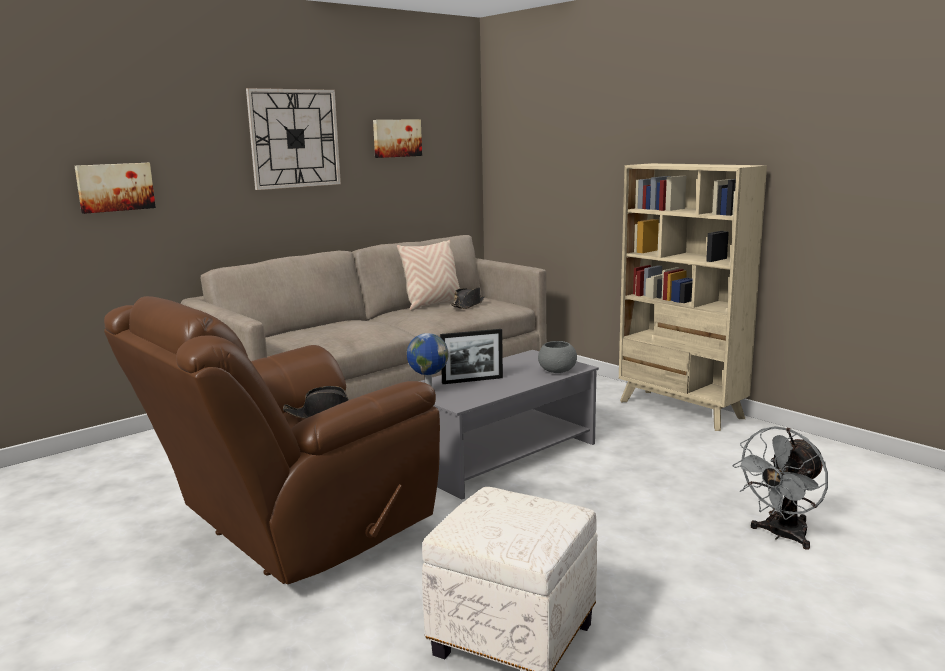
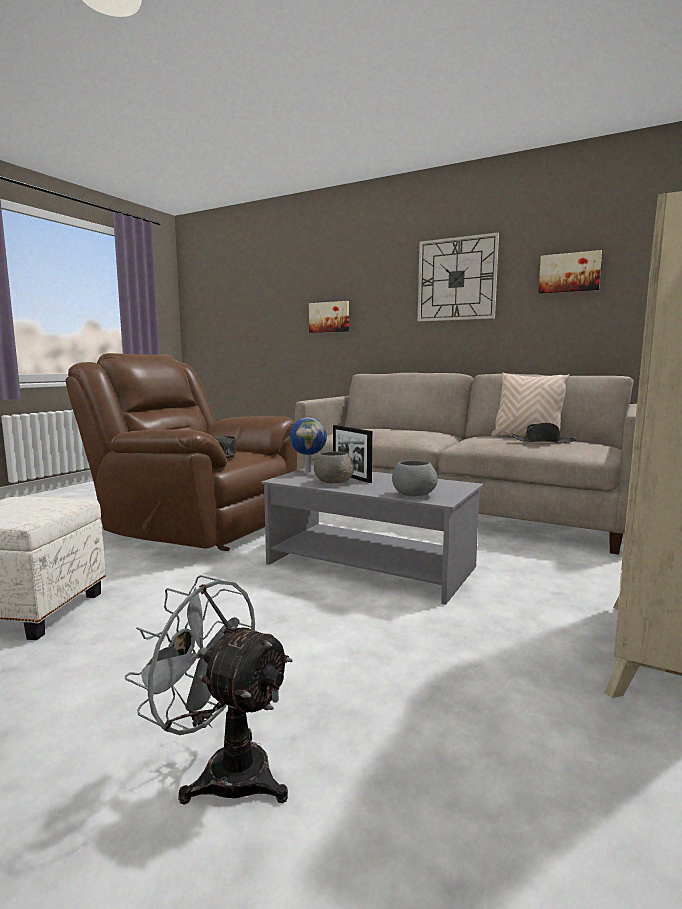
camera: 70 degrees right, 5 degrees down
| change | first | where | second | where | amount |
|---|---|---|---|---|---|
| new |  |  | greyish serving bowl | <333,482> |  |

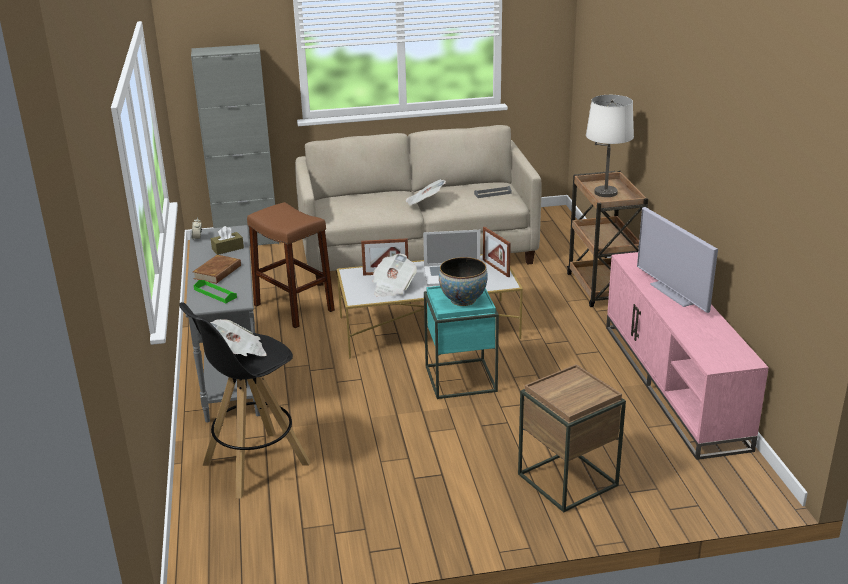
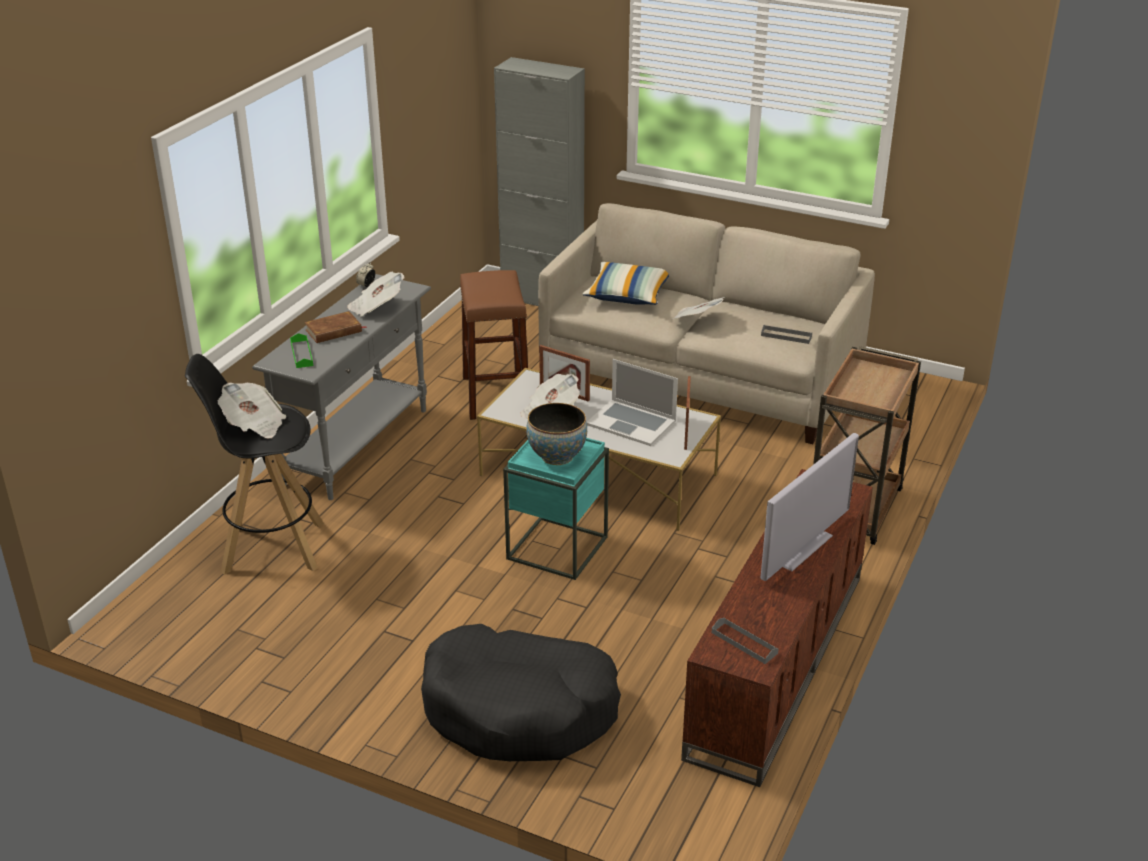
camera: 35 degrees right, 5 degrees up
| change | first | where | second | where | amount |
|---|---|---|---|---|---|
| gone | white-coloured tabletop lamp | <606,192> |  |  |  |
| rotated | TV | <674,293> |  | <801,548> | 150 degrees counterclockwise |
| swapped | brown box of tissues | <227,248> | daily paper | <376,307> |  |
| repainted | pink media console | <674,384> | brown media console | <778,664> |  |
| swapped | brown end table | <567,480> | black pet bed | <519,710> |  |
| new |  |  | throw pillow | <628,295> |  |
| new |  |  | greyish tray | <744,643> |  |

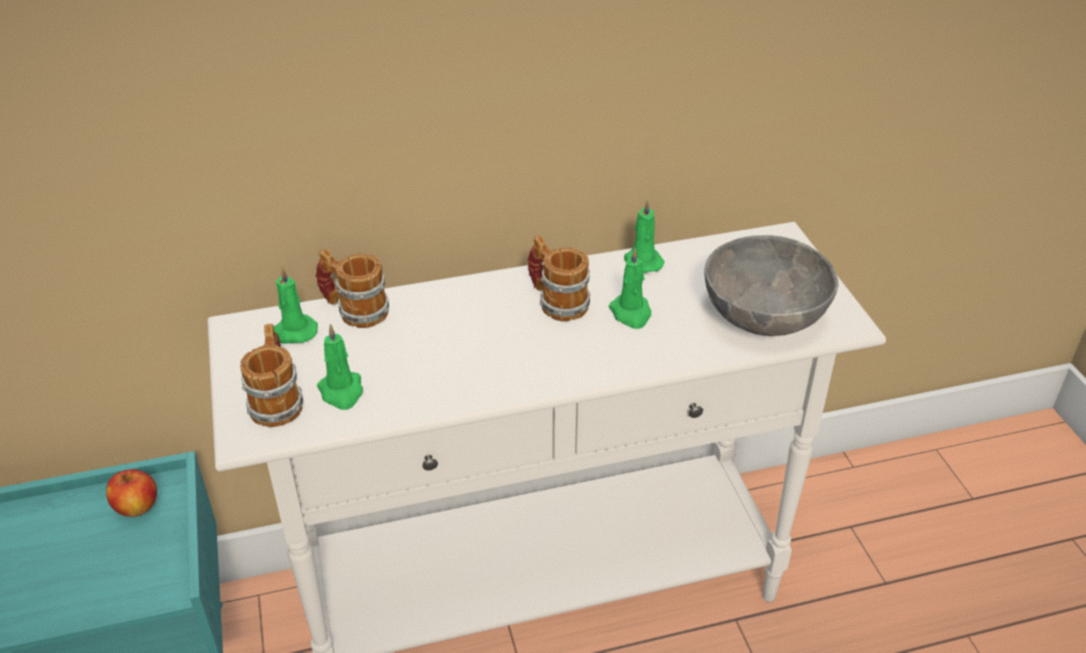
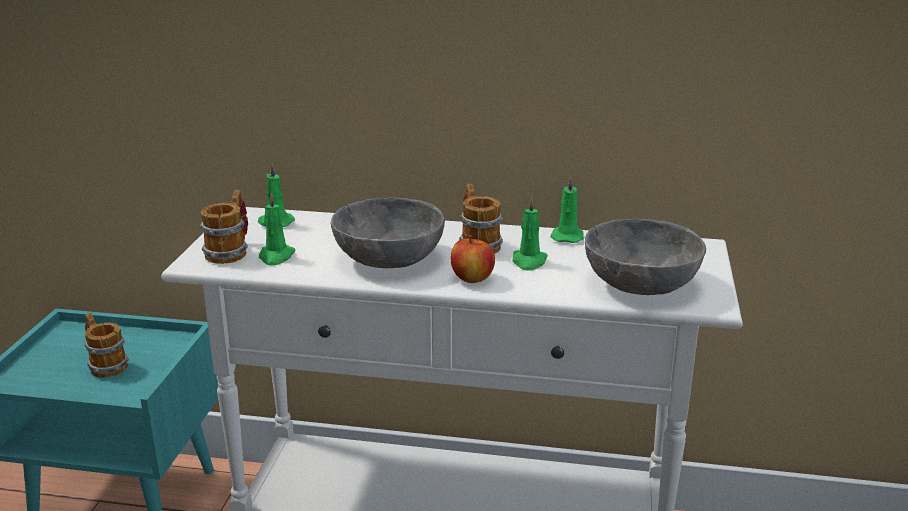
camera: 25 degrees right, 15 degrees down
| change | first | where | second | where | amount |
|---|---|---|---|---|---|
| shifted | coffee mug | <354,310> |  | <105,365> |  |
| shifted | apple fruit | <137,507> |  | <472,279> |  |
| new |  |  | greyish serving bowl | <388,259> |  |

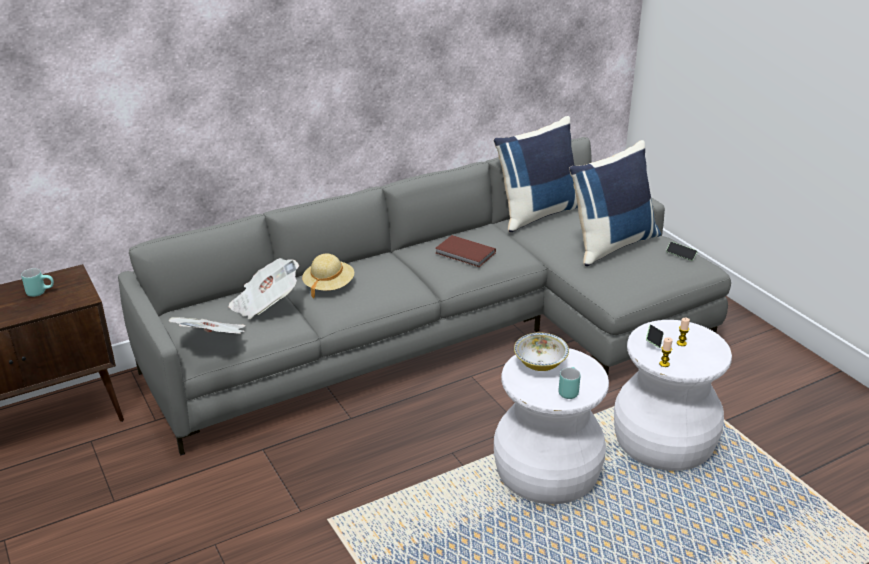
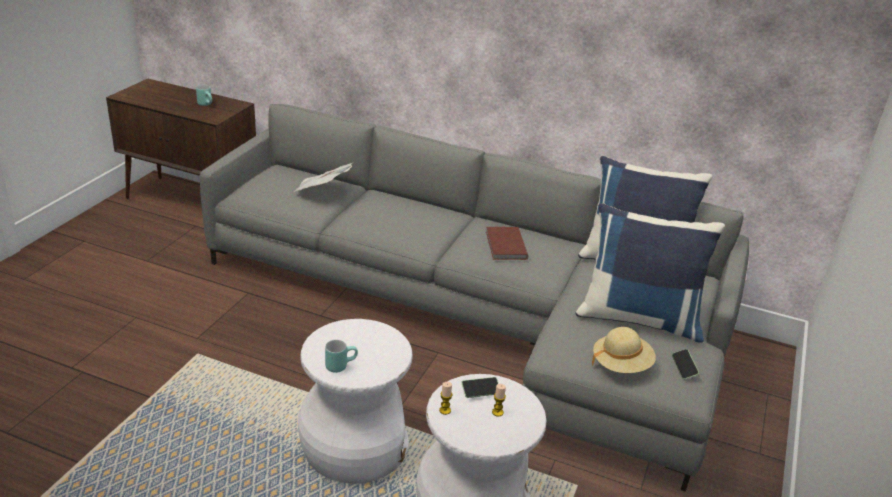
camera: 50 degrees right, 0 degrees up
| change | first | where | second | where | amount |
|---|---|---|---|---|---|
| shifted | beige-coloured wearable hat | <329,286> |  | <621,365> |  |
| gone | daily paper | <213,341> |  |  |  |
| gone | serving bowl | <540,363> |  |  |  |

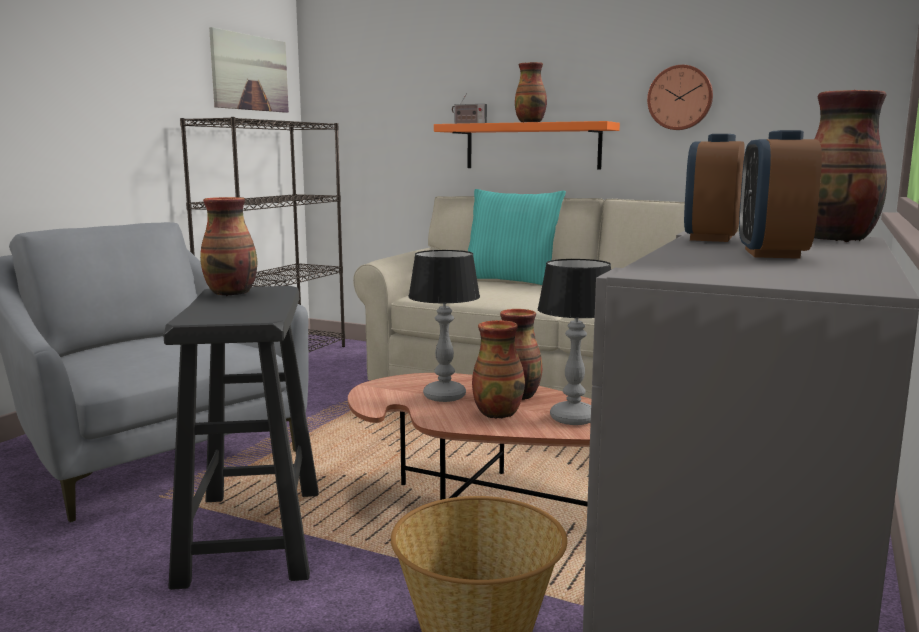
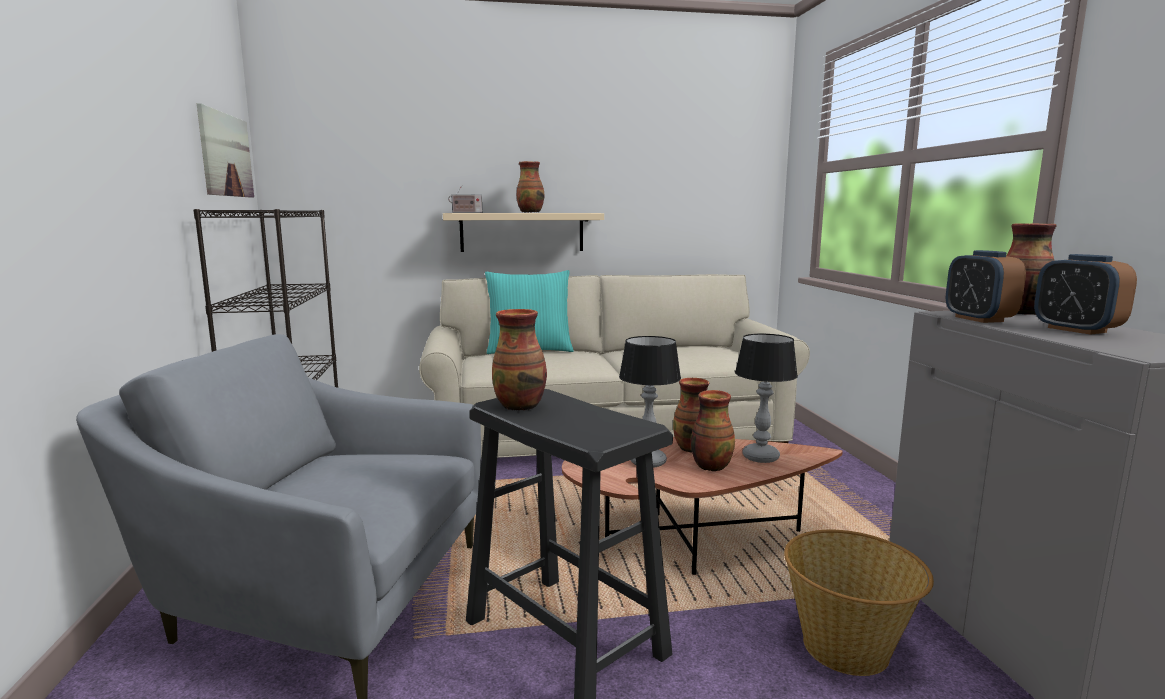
camera: 35 degrees left, 0 degrees up
| change | first | where | second | where | amount |
|---|---|---|---|---|---|
| gone | hanging clock | <680,98> |  |  |  |
| repainted | orangey bracket shelf | <532,146> | beige-coloured bracket shelf | <522,232> |  |

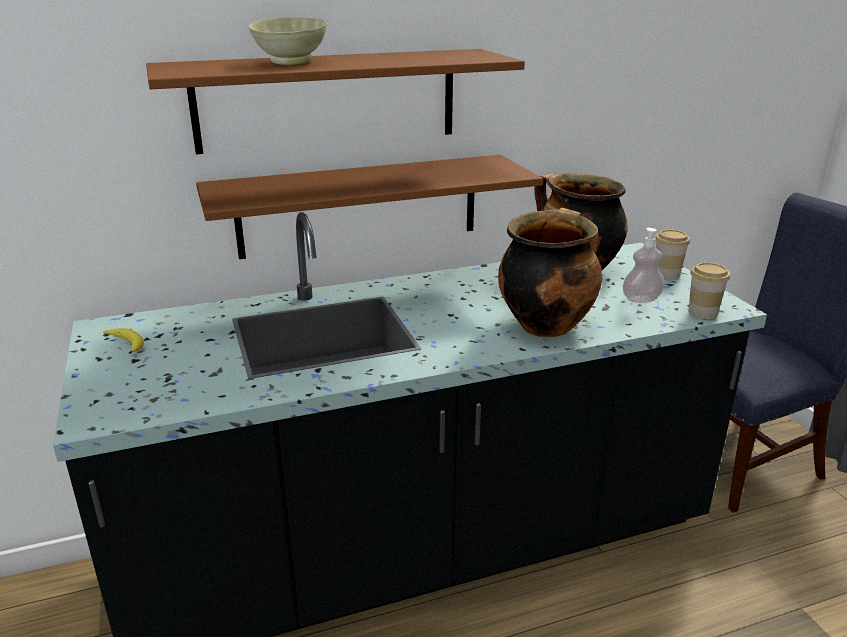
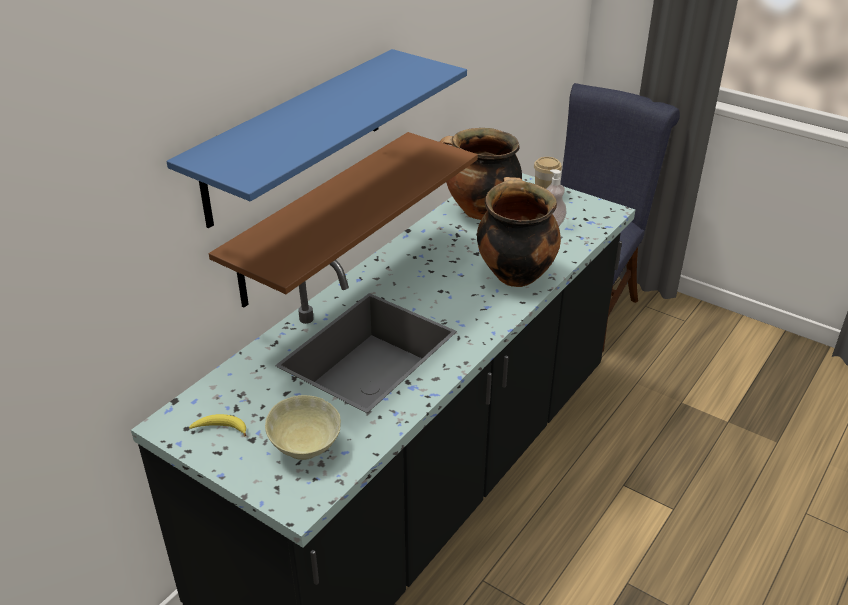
camera: 35 degrees left, 10 degrees up
| change | first | where | second | where | amount |
|---|---|---|---|---|---|
| shifted | beige-coloured serving bowl | <289,62> |  | <304,448> |  |
| repainted | brown bracket shelf | <327,100> | blue bracket shelf | <295,136> |  |
| gone | small cup | <702,313> |  |  |  |

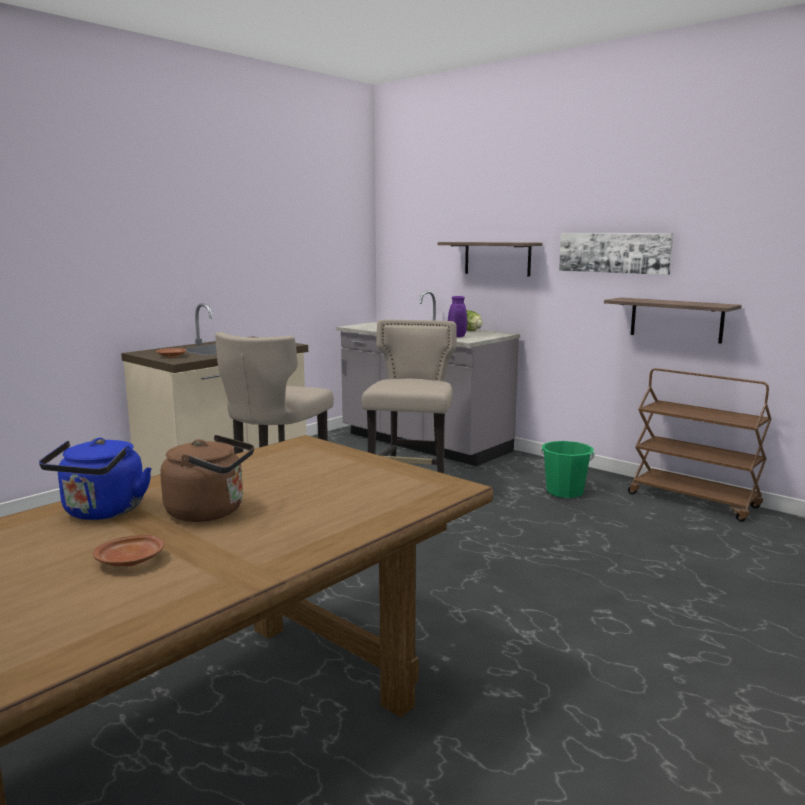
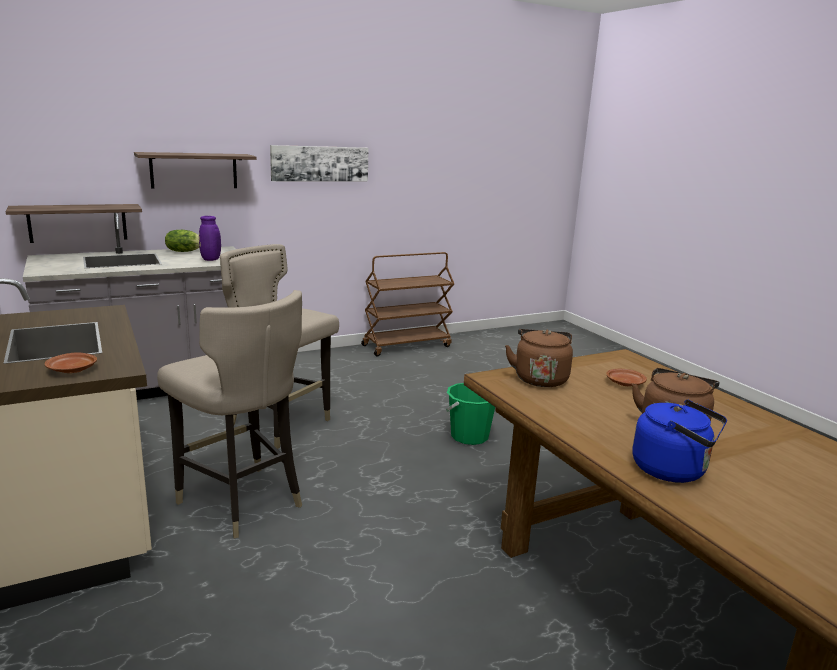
camera: 70 degrees left, 5 degrees up
| change | first | where | second | where | amount |
|---|---|---|---|---|---|
| shifted | bracket shelf | <676,319> |  | <78,223> |  |
| shifted | green bucket | <565,492> |  | <469,436> |  |
| shifted | brown flat dish | <131,561> |  | <625,383> |  |
| new |  |  | brown water kettle | <540,378> |  |

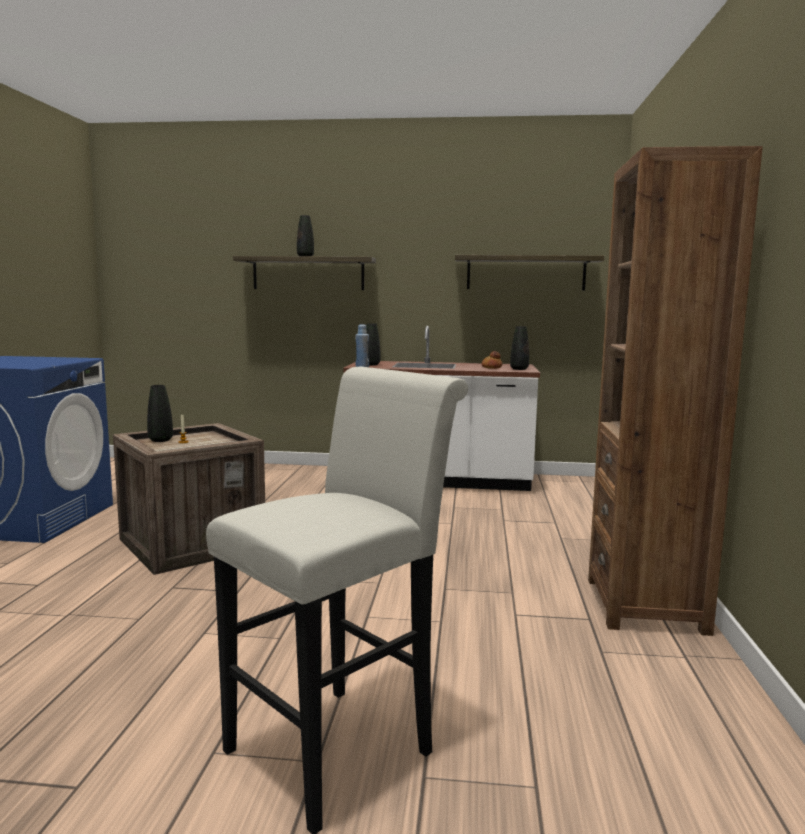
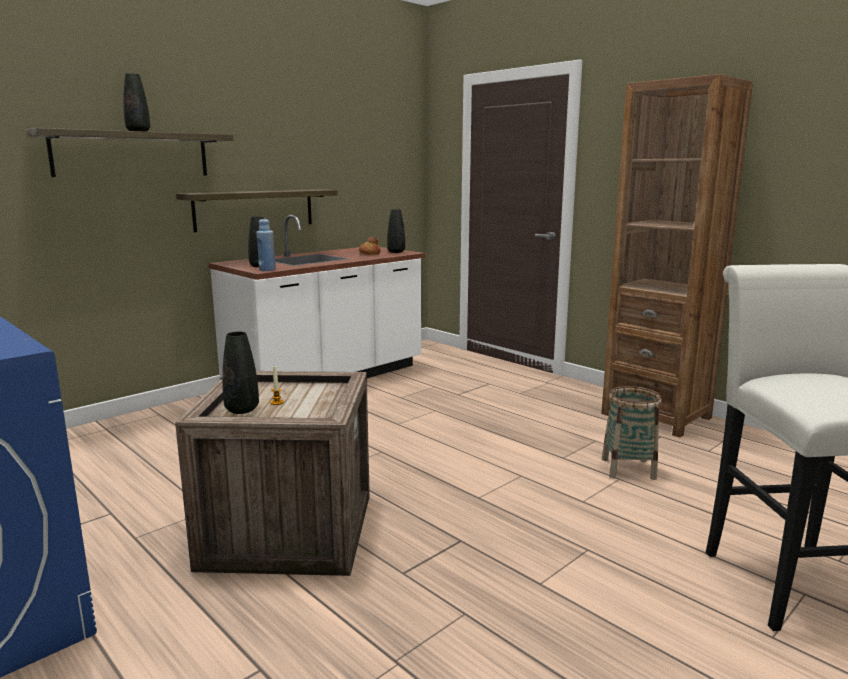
camera: 50 degrees left, 5 degrees up
| change | first | where | second | where | amount |
|---|---|---|---|---|---|
| shifted | bracket shelf | <526,273> |  | <255,209> |  |
| new |  |  | household basket | <628,469> |  |

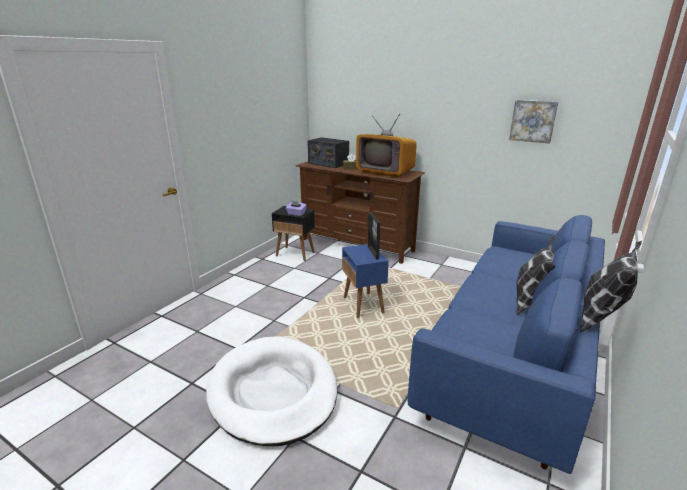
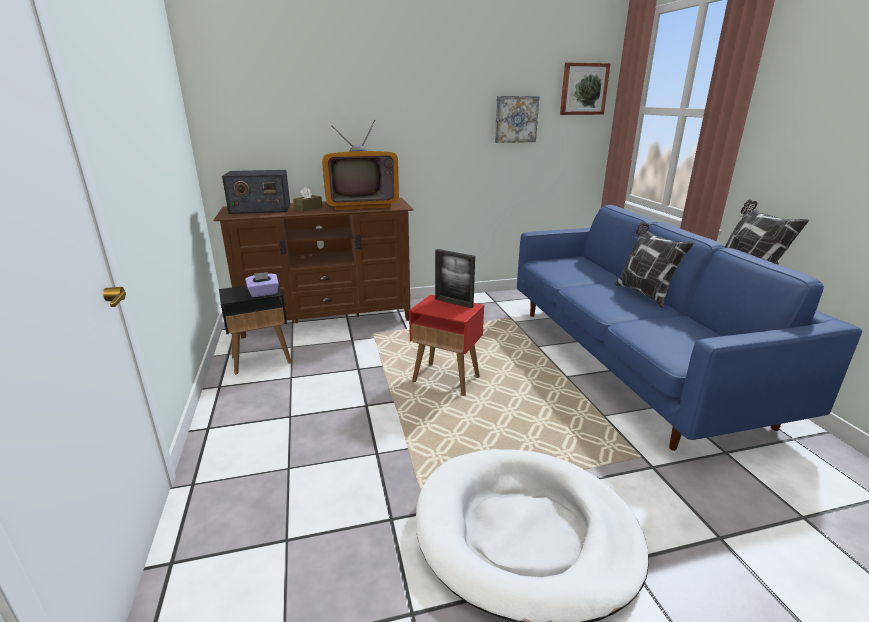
camera: 45 degrees left, 0 degrees up
| change | first | where | second | where | amount |
|---|---|---|---|---|---|
| repainted | blue end table | <363,305> | red end table | <447,379> |  |
| new |  |  | wall picture | <583,89> |  |

